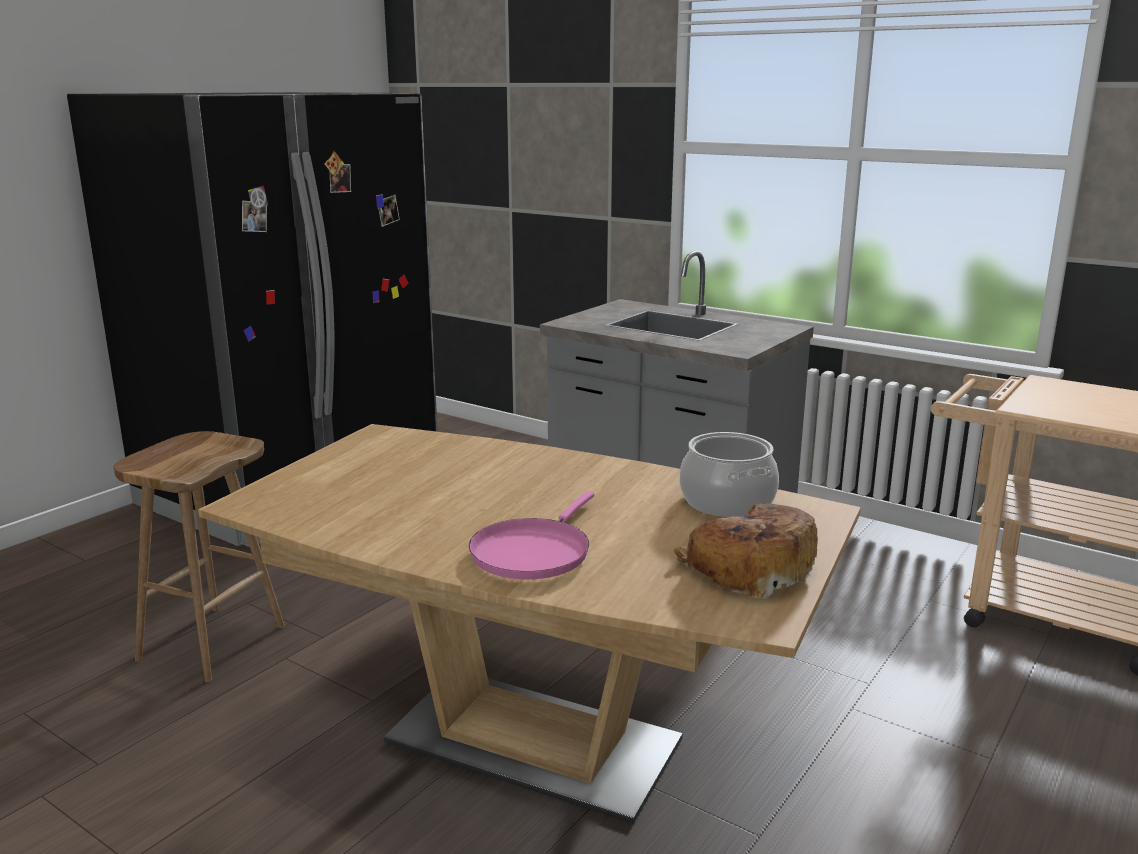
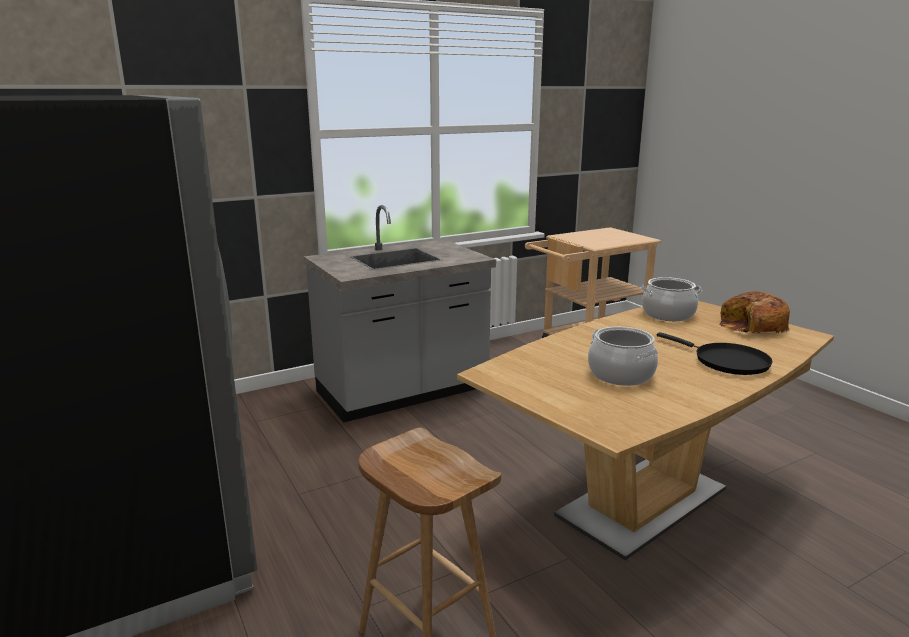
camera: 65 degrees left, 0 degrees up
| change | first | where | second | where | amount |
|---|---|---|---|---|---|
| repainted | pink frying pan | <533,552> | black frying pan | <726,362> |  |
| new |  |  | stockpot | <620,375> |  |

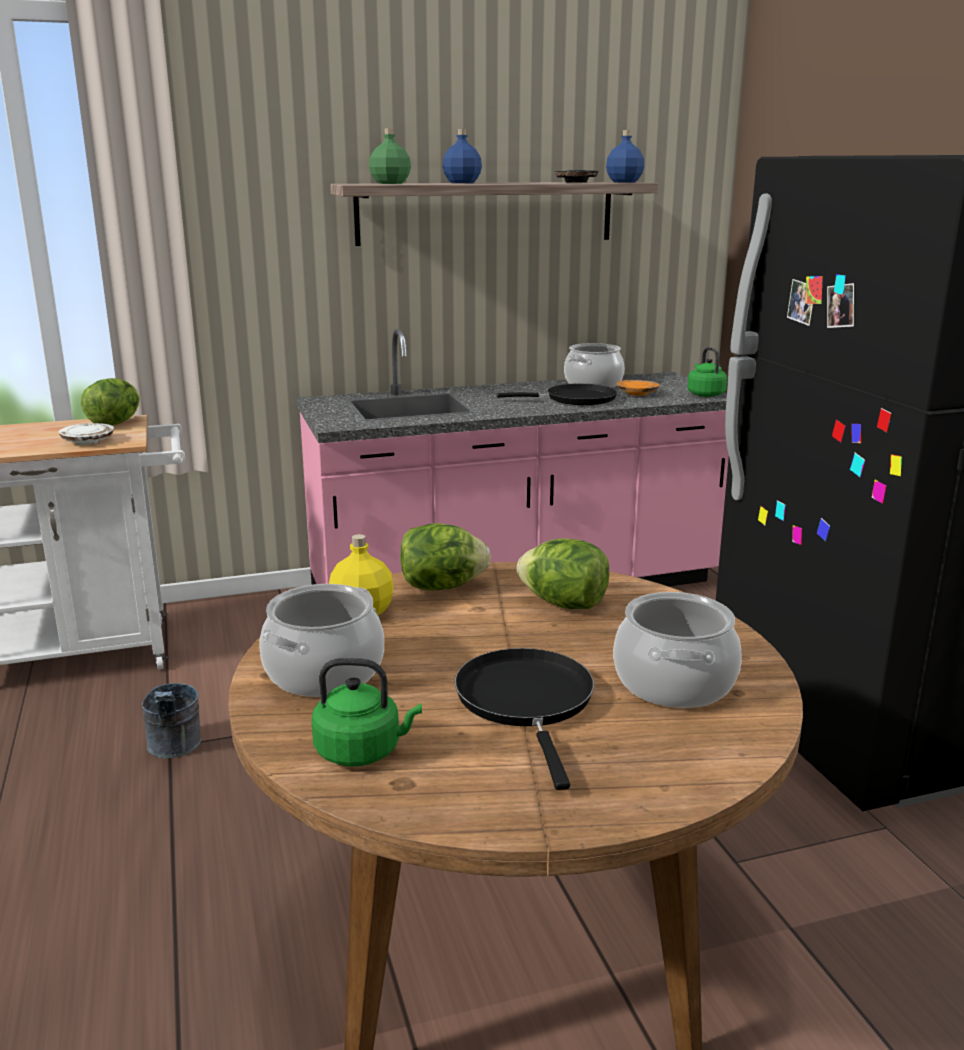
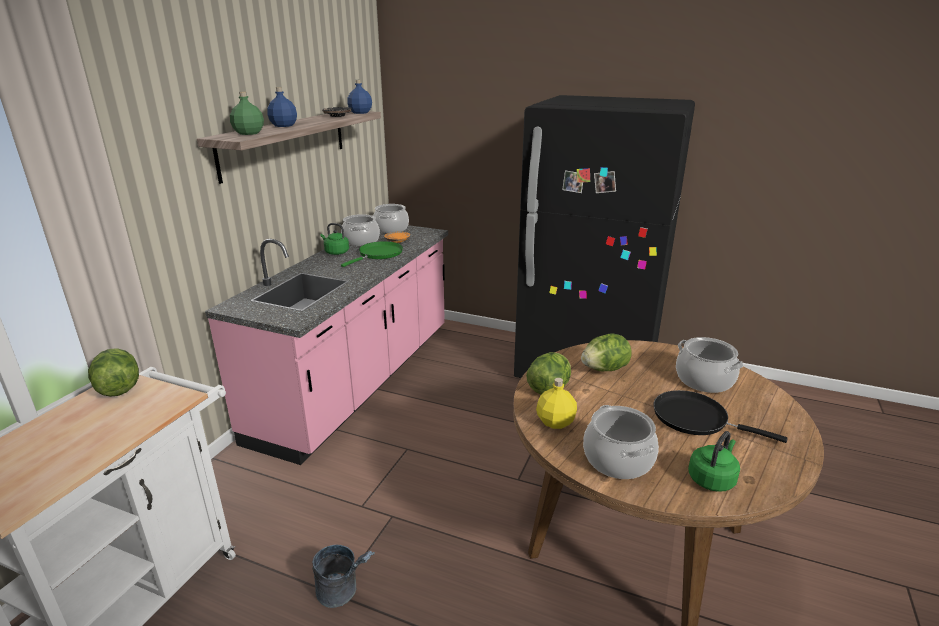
camera: 50 degrees left, 5 degrees up
| change | first | where | second | where | amount |
|---|---|---|---|---|---|
| shifted | green water kettle | <705,394> |  | <335,252> |  |
| repainted | black frying pan | <575,399> | green frying pan | <378,254> |  |
| gone | white-coloured flat dish | <88,441> |  |  |  |
| new |  |  | stockpot | <391,229> |  |

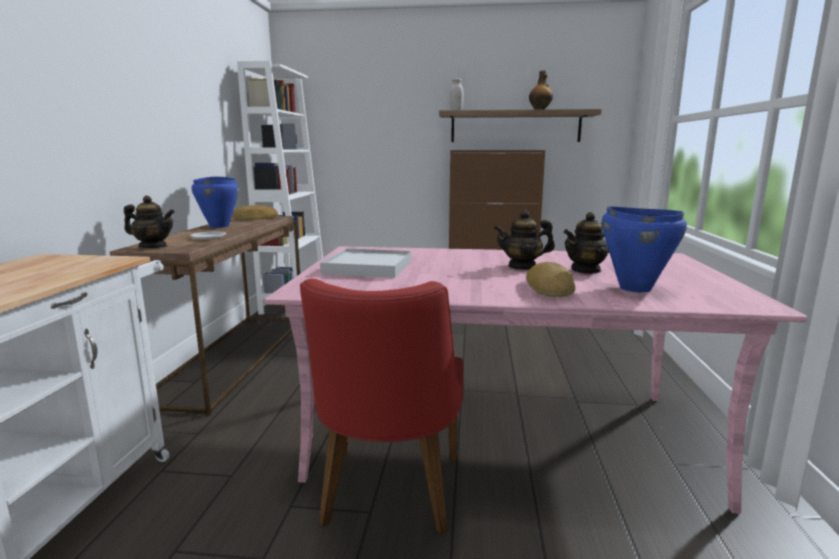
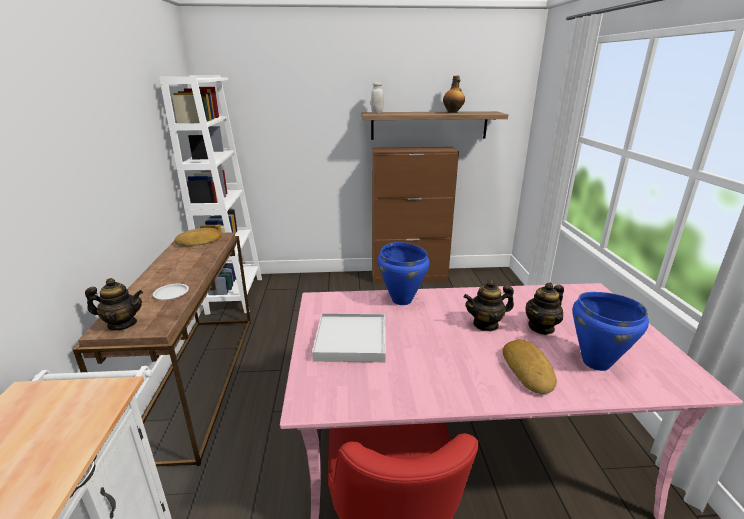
camera: 10 degrees left, 10 degrees up
| change | first | where | second | where | amount |
|---|---|---|---|---|---|
| shifted | blue stockpot | <219,226> |  | <402,300> |  |

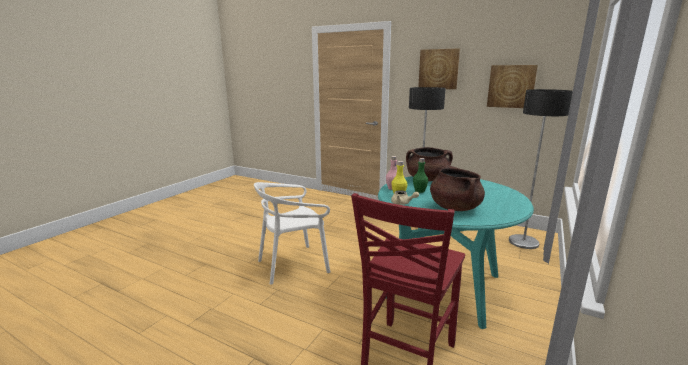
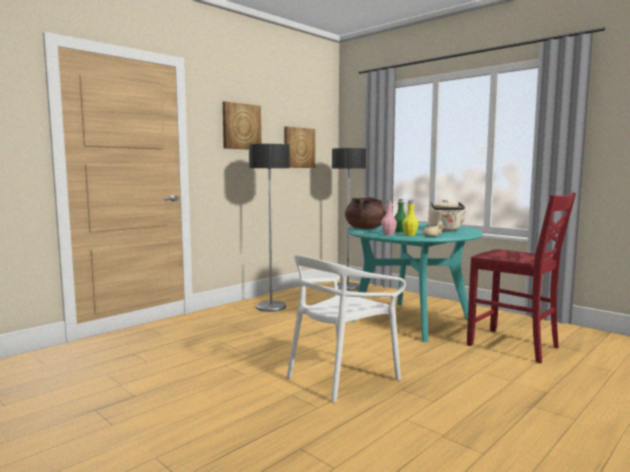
camera: 75 degrees left, 10 degrees down
| change | first | where | second | where | amount |
|---|---|---|---|---|---|
| swapped | brown stockpot | <454,207> | beige-coloured water kettle | <445,230> |  |
| rotated | white-coloured upright chair | <293,265> |  | <341,376> | 60 degrees clockwise |

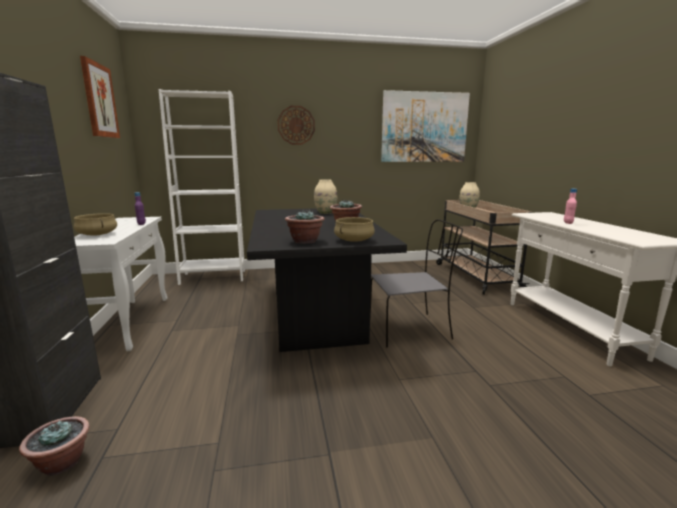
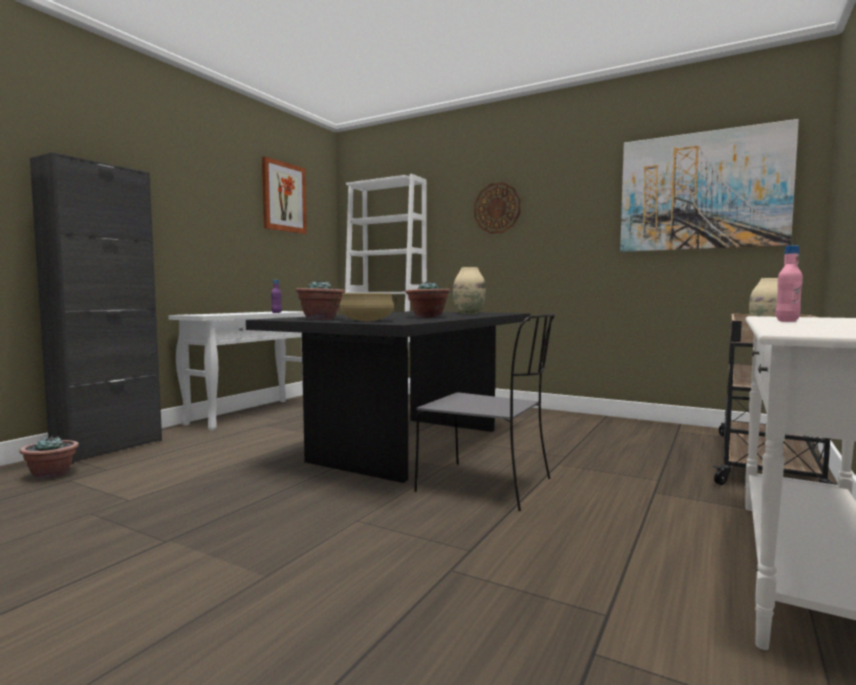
camera: 40 degrees right, 10 degrees down
| change | first | where | second | where | amount |
|---|---|---|---|---|---|
| gone | beige-coloured stockpot | <98,234> |  |  |  |

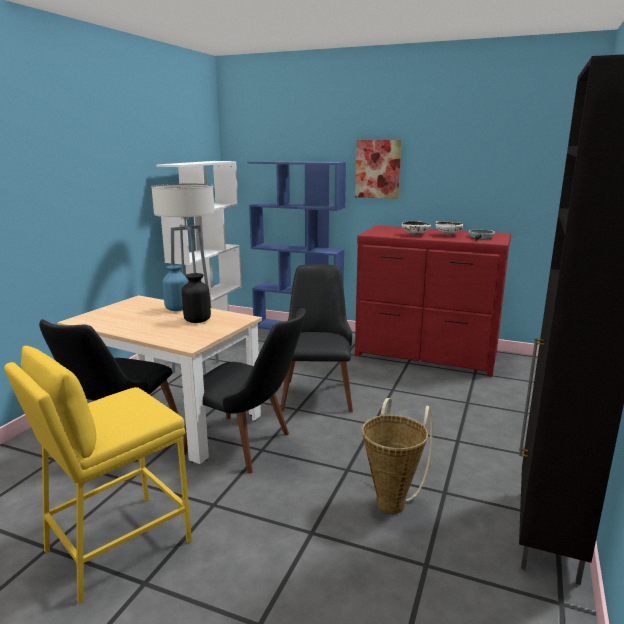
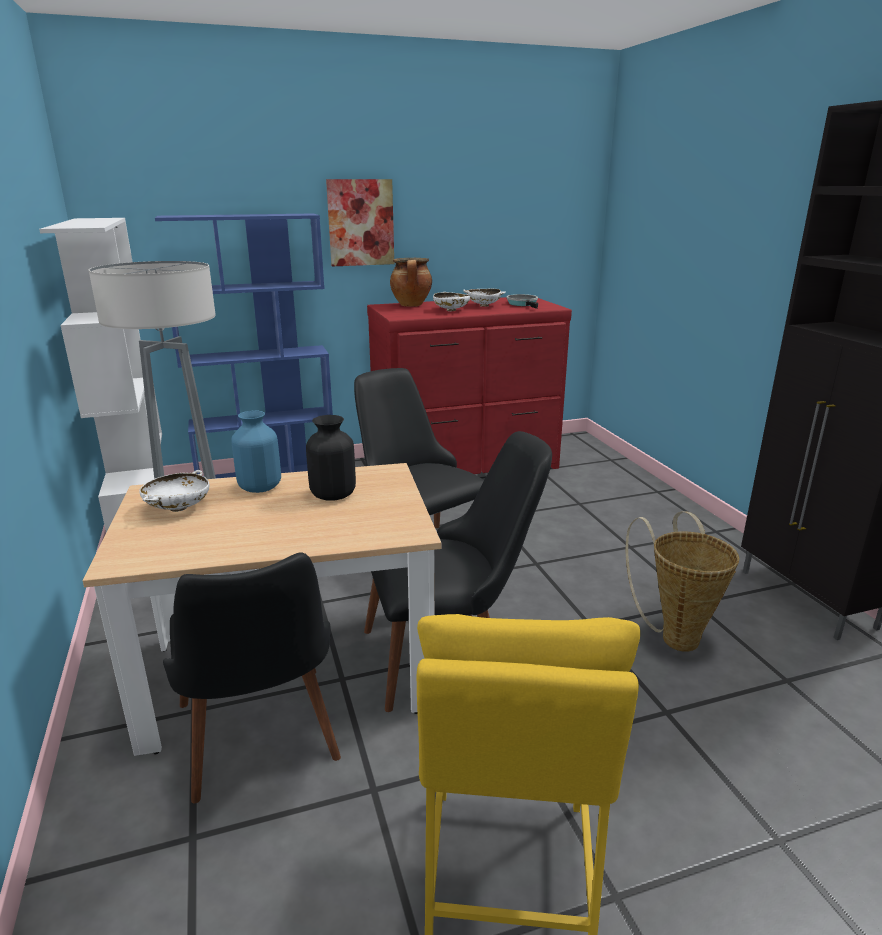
camera: 40 degrees left, 5 degrees up
| change | first | where | second | where | amount |
|---|---|---|---|---|---|
| new |  |  | stockpot | <411,305> |  |
| new |  |  | white-coloured serving bowl | <178,508> |  |

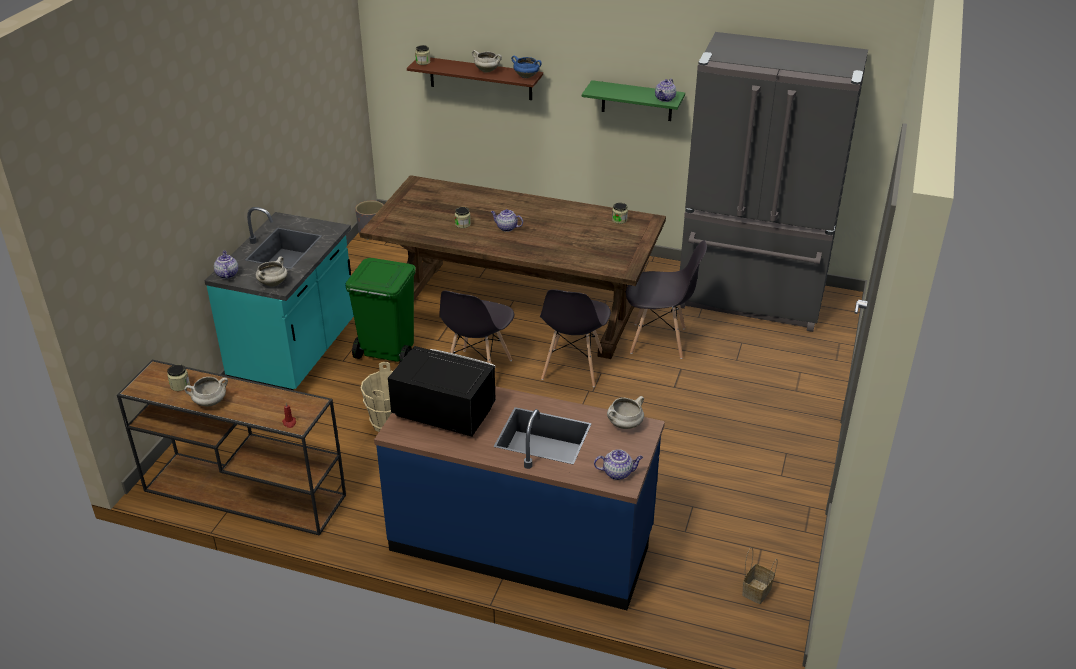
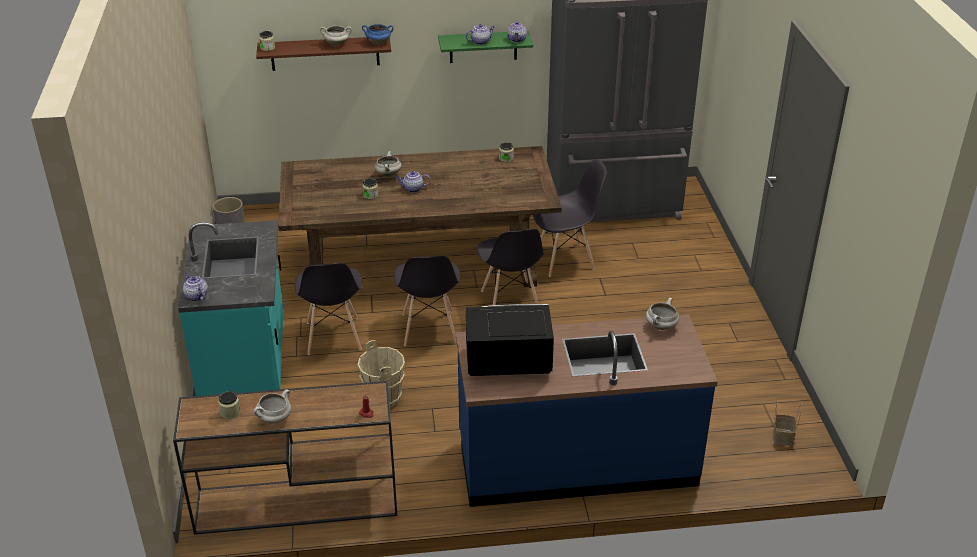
camera: 25 degrees left, 0 degrees up
| change | first | where | second | where | amount |
|---|---|---|---|---|---|
| shifted | white-coloured stockpot | <273,283> |  | <388,174> |  |
| swapped | green waste bin | <387,353> | greyish upright chair | <333,336> |  |
| shifted | teapot | <618,473> |  | <480,42> |  |

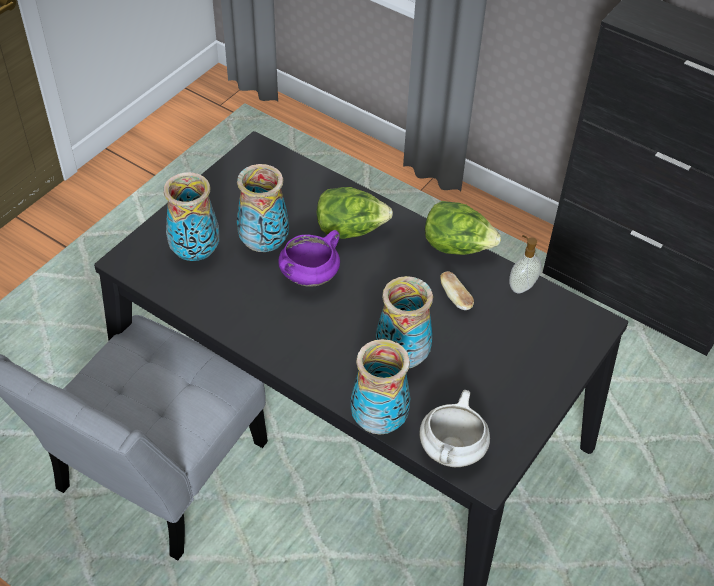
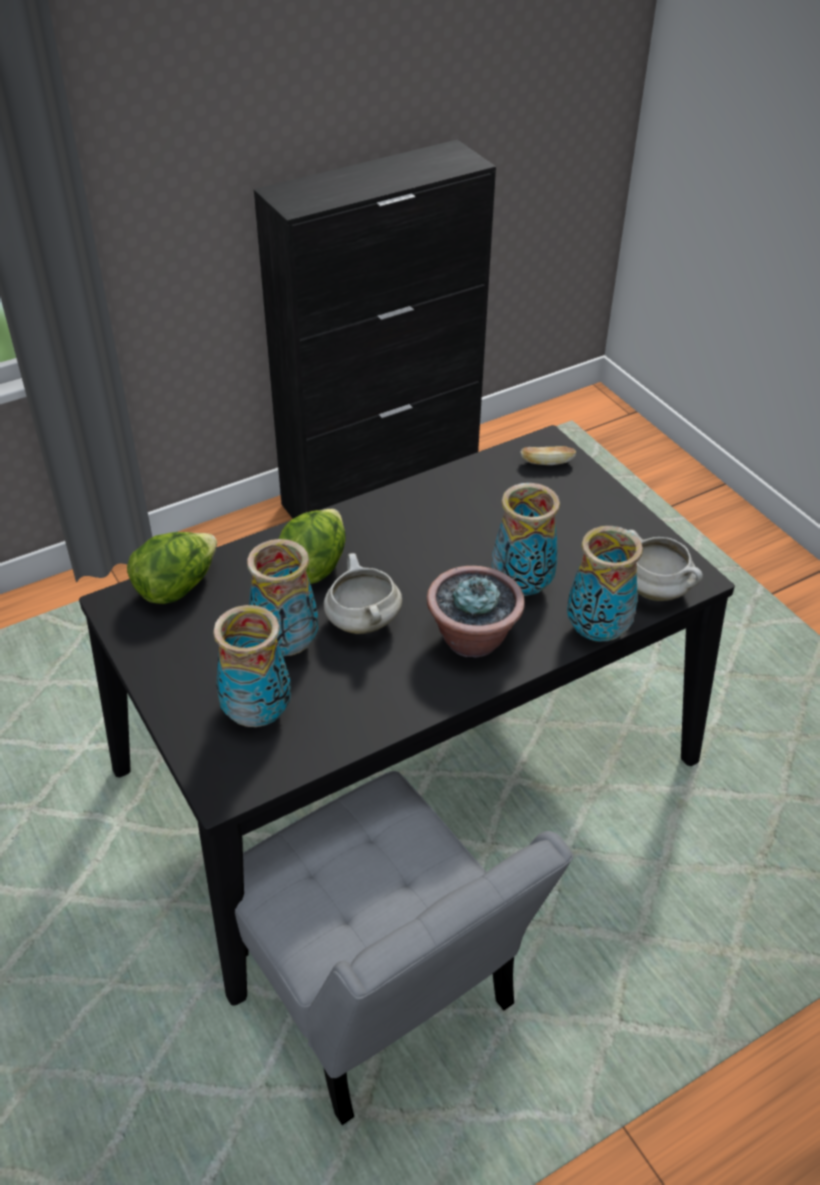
camera: 65 degrees left, 5 degrees down
| change | first | where | second | where | amount |
|---|---|---|---|---|---|
| shifted | lettuce | <457,247> |  | <176,587> |  |
| repainted | purple stockpot | <310,276> | white-coloured stockpot | <362,621> |  |
| gone | liquid soap bottle | <521,286> |  |  |  |
| shifted | bread | <455,297> |  | <547,462> |  |
| new |  |  | houseplant | <472,639> |  |

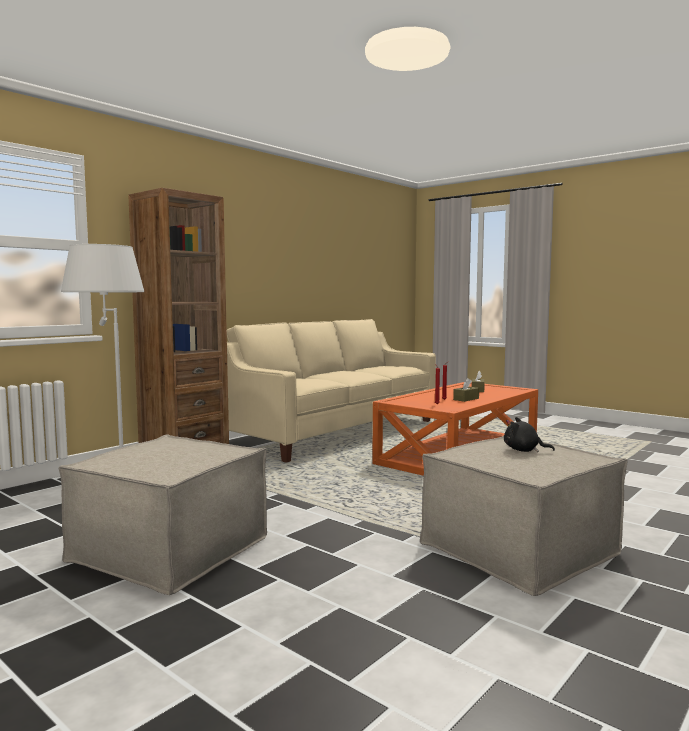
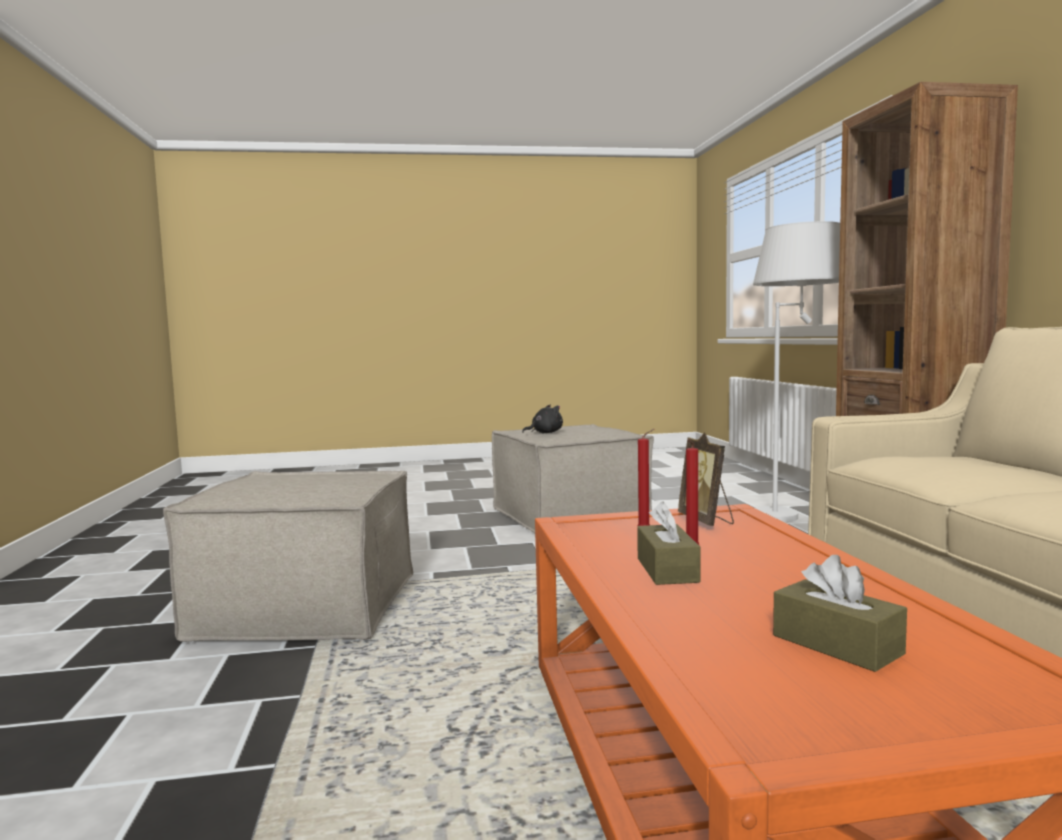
camera: 130 degrees right, 0 degrees up
| change | first | where | second | where | amount |
|---|---|---|---|---|---|
| shifted | black plush toy | <524,450> |  | <545,433> |  |
| new |  |  | picture frame | <706,521> |  |

